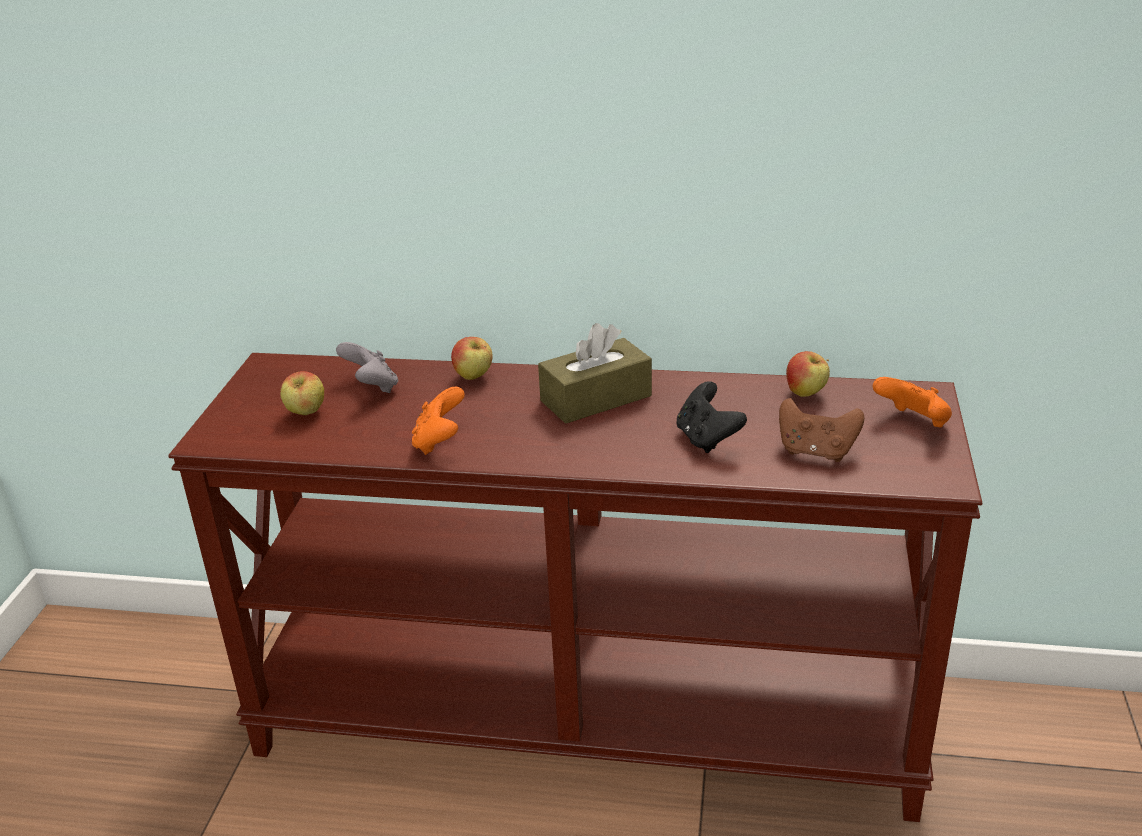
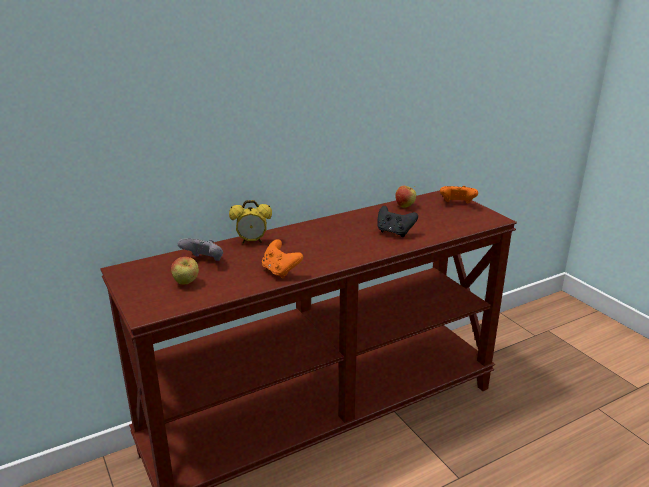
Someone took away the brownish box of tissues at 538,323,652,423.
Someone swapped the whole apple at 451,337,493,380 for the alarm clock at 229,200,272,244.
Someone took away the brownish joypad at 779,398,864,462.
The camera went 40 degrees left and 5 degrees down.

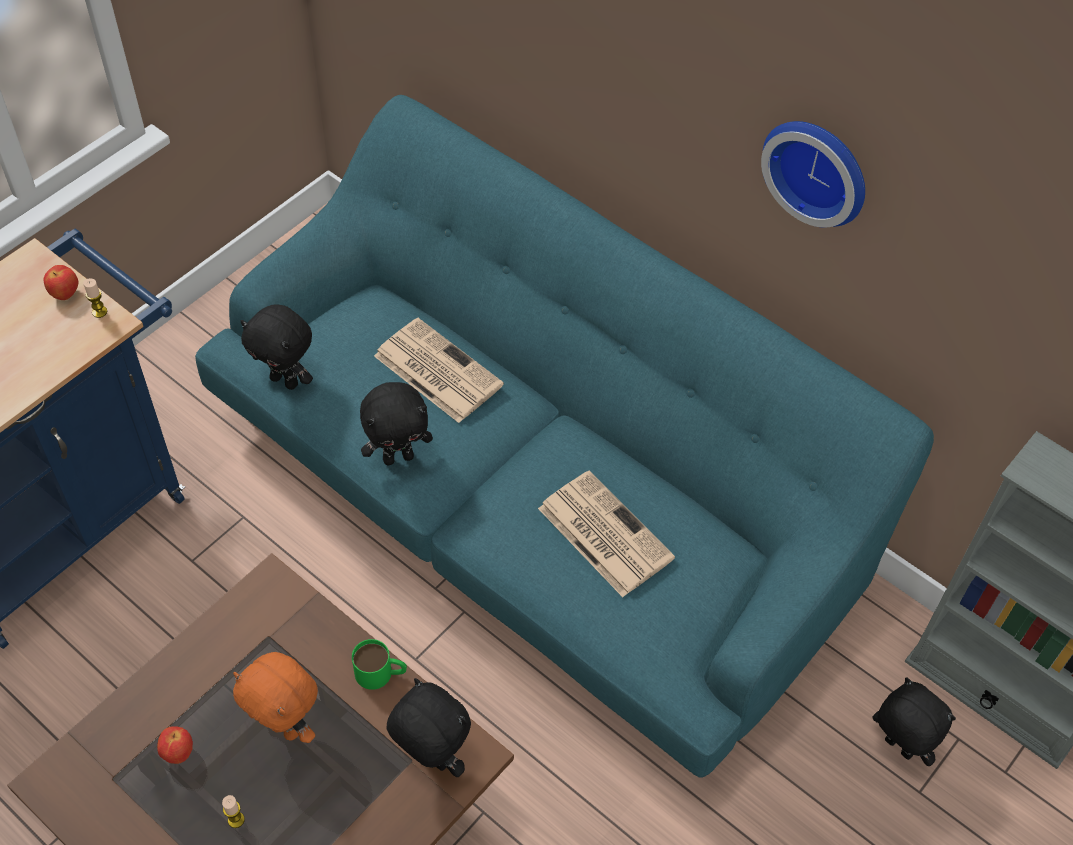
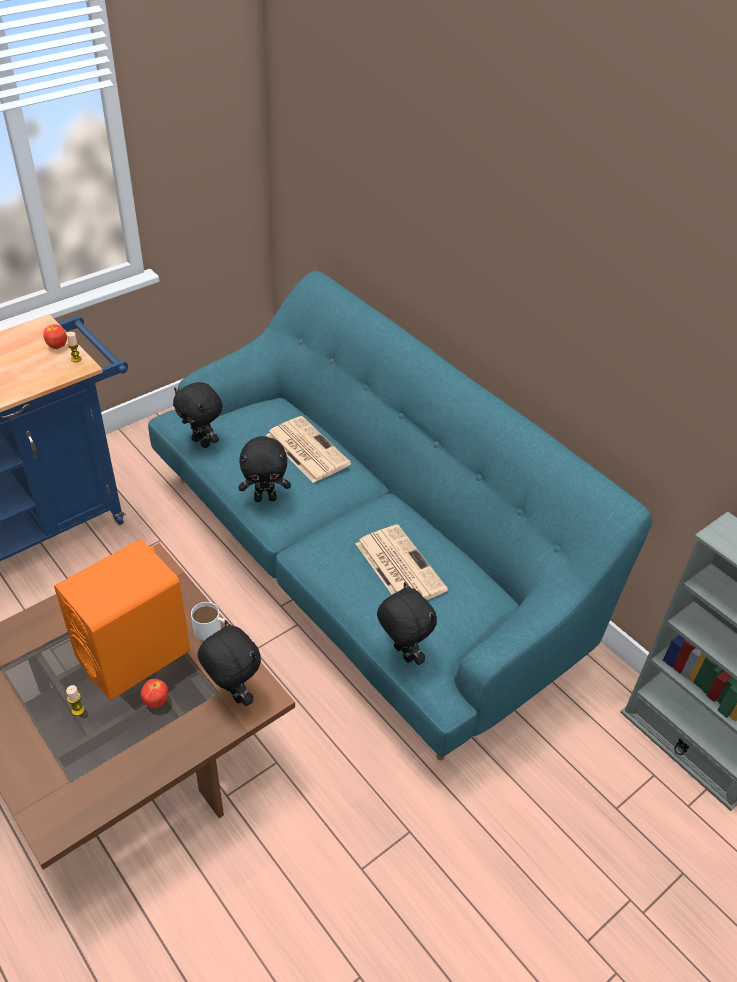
Someone took away the clock on the wall at 761,121,865,228.
Someone repainted the green-coloured tea mug at 352,639,407,690, which became the white-coloured tea mug at 191,602,230,641.
Someone swapped the orangey soft toy at 233,652,318,743 for the orangey audio speaker at 54,539,190,701.
Someone carried the black soft toy from 872,677,956,766 to 377,582,437,665.
Someone carried the whole apple from 157,726,193,764 to 141,679,168,708.
The camera went 10 degrees right and 10 degrees down.

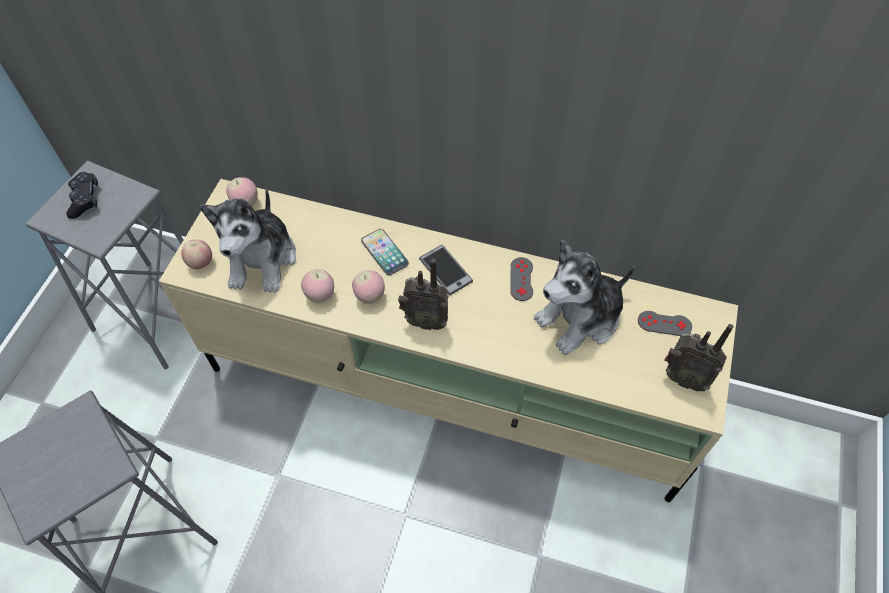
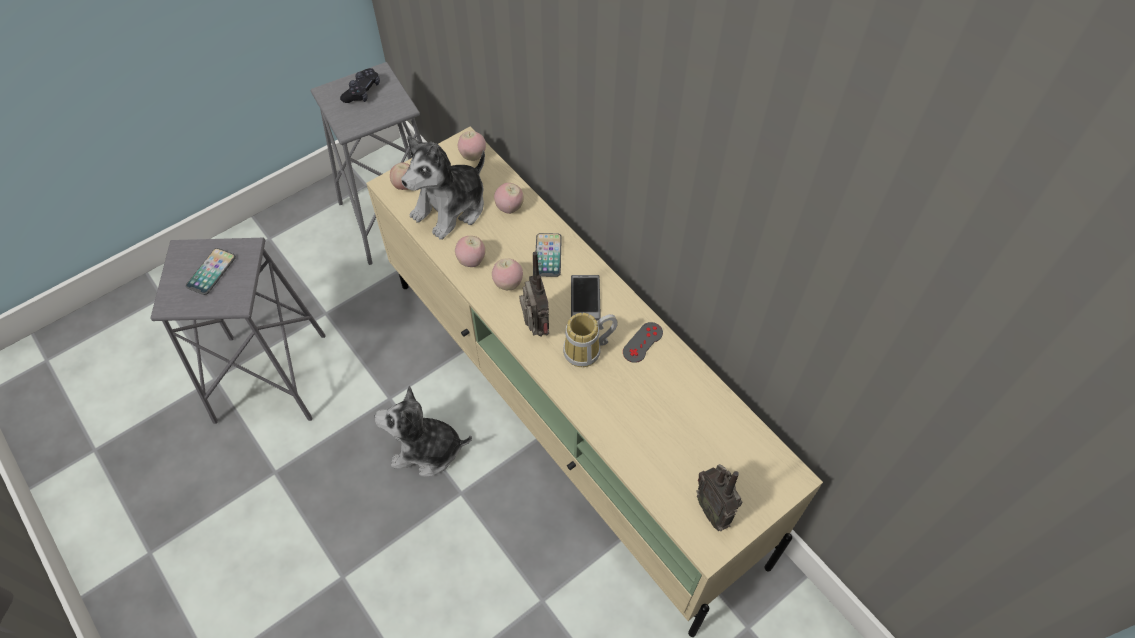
Someone carried the soft toy from 534,240,635,355 to 375,386,472,477.
Someone rotated the radio set at 398,259,449,330 by 150 degrees counterclockwise.
Someone took away the gray joypad at 638,311,692,336.
Someone put down the whole apple at 494,183,524,214.
Someone put down the handset at 186,248,236,295.
Someone put down the tea mug at 563,313,618,367.
The camera went 35 degrees right and 0 degrees up.

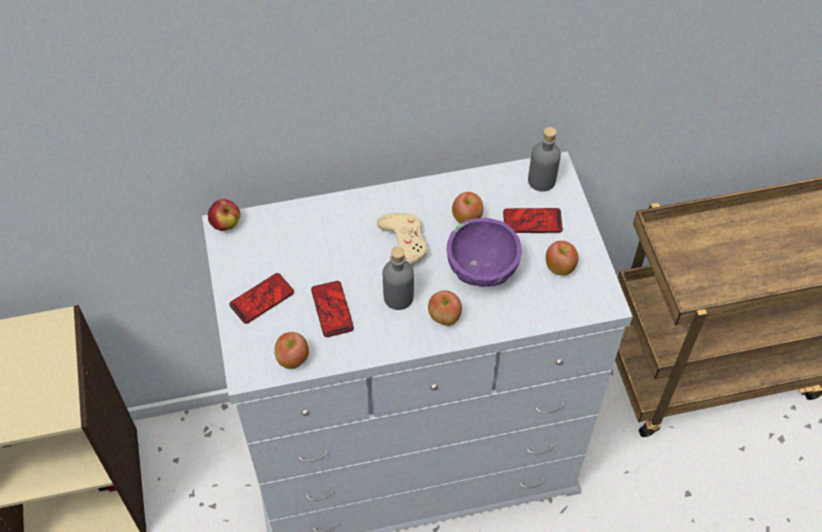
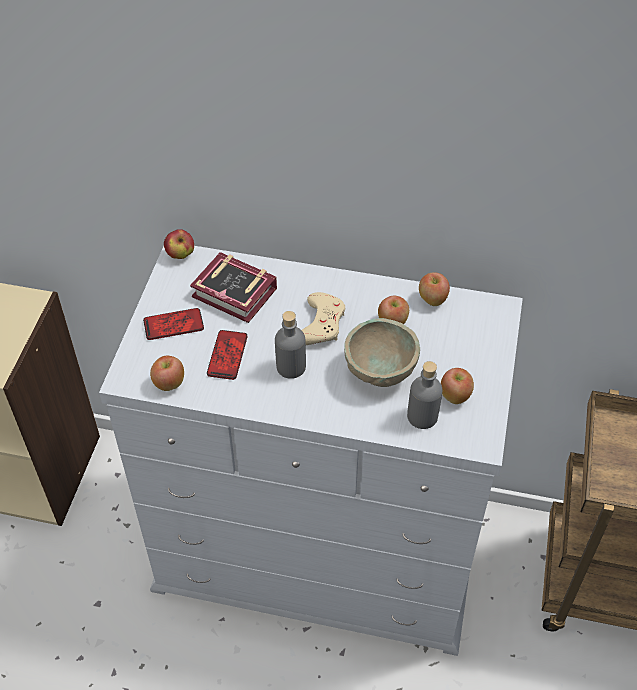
Someone carried the gray drink bottle from 528,127,561,192 to 407,361,443,429.
Someone took away the handset at 503,208,563,233.
Someone repainted the purplish serving bowl at 446,218,522,287, which became the sand-coloured serving bowl at 344,318,420,387.
Someone carried the whole apple from 428,290,462,326 to 419,272,450,306.
Someone put down the book at 190,252,277,323.
The camera went 25 degrees right and 5 degrees down.

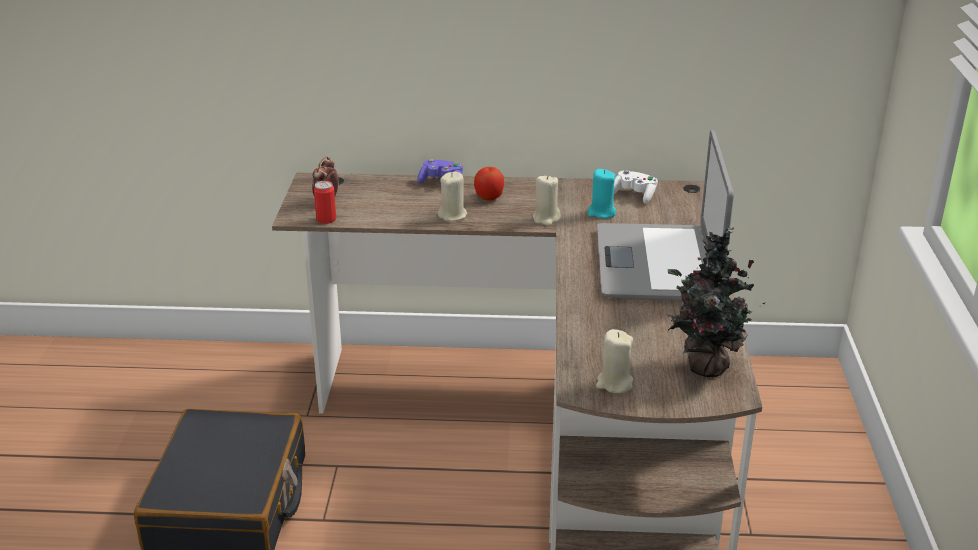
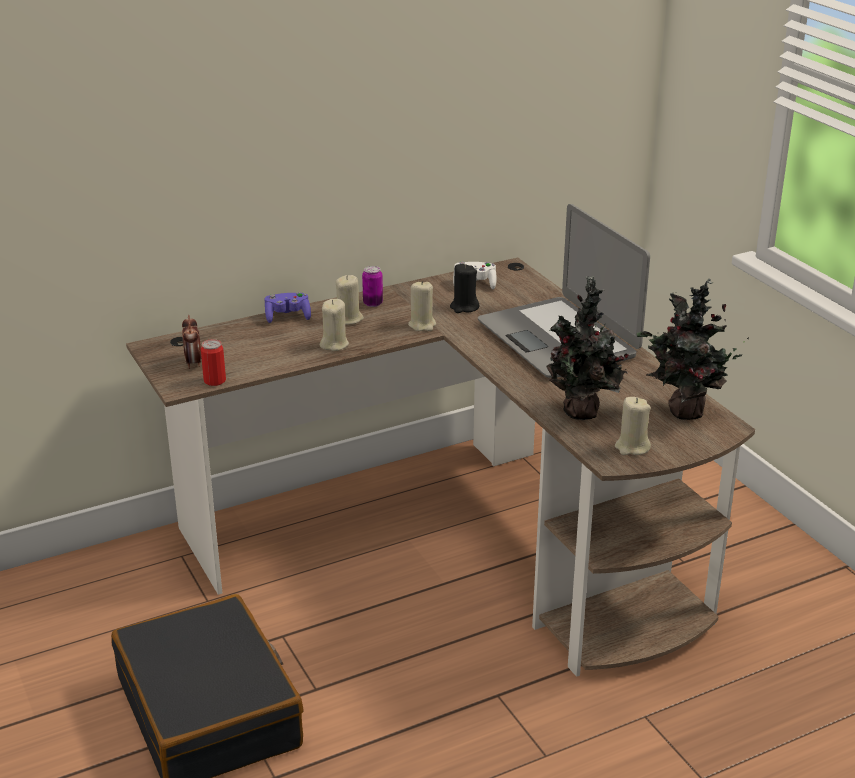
Someone swapped the whole apple at 474,167,504,201 for the sand-coloured wax candle at 336,275,364,325.
Someone repainted the turquoise wax candle at 588,169,616,219, which became the black wax candle at 450,264,479,313.
Someone put down the metal can at 362,266,383,307.
Someone put down the houseplant at 546,276,628,420.
The camera went 30 degrees left and 0 degrees up.

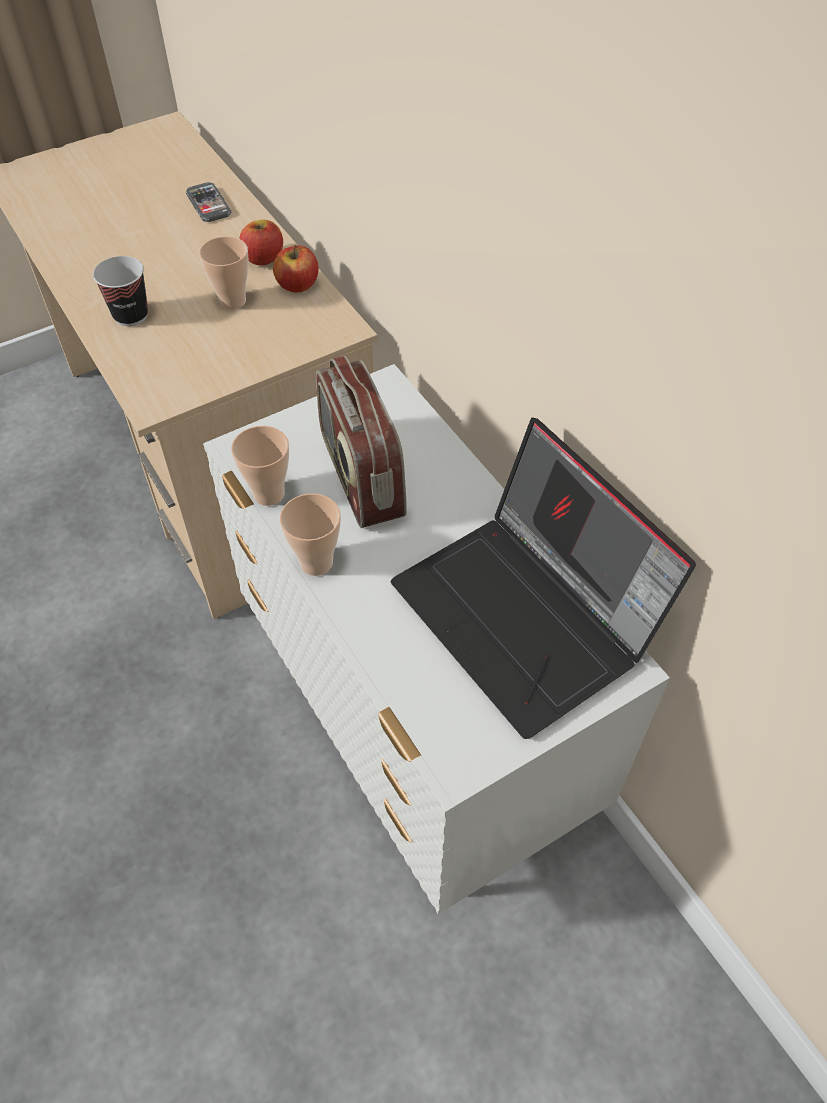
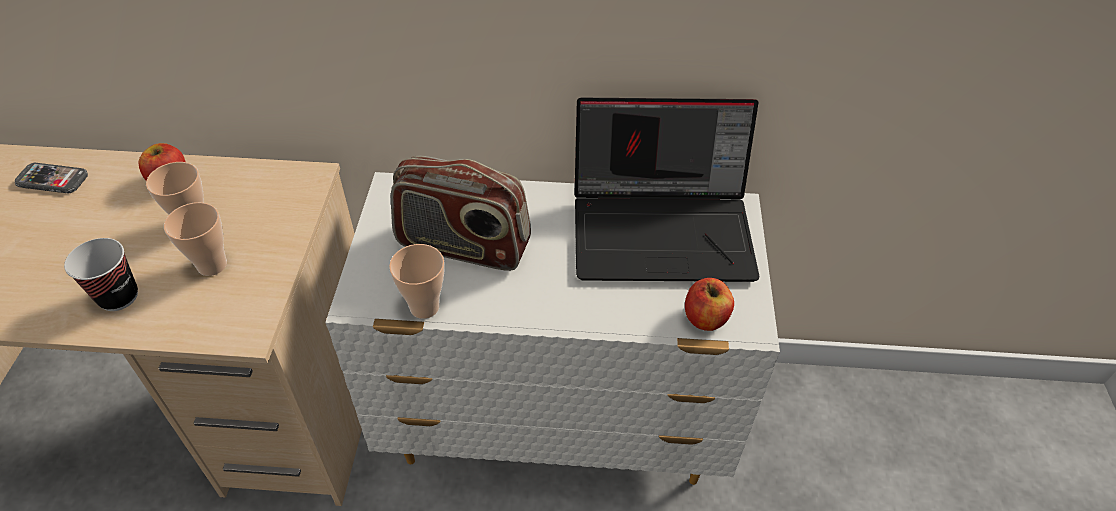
Someone carried the whole apple from 273,245,319,293 to 685,278,734,331.
Someone carried the small cup from 280,493,341,576 to 164,202,227,276.
The camera went 55 degrees left and 5 degrees down.

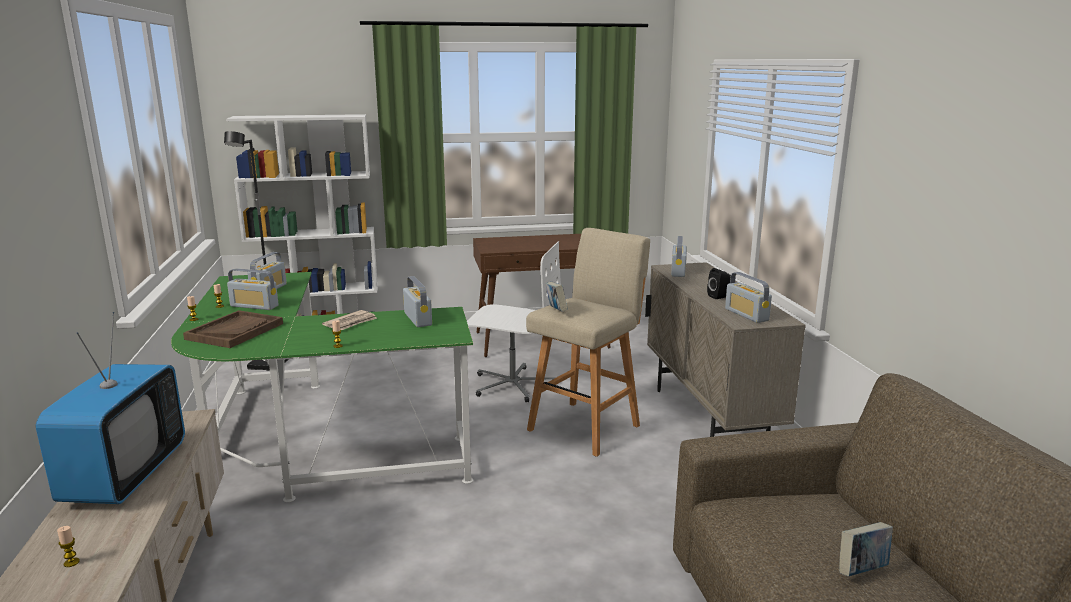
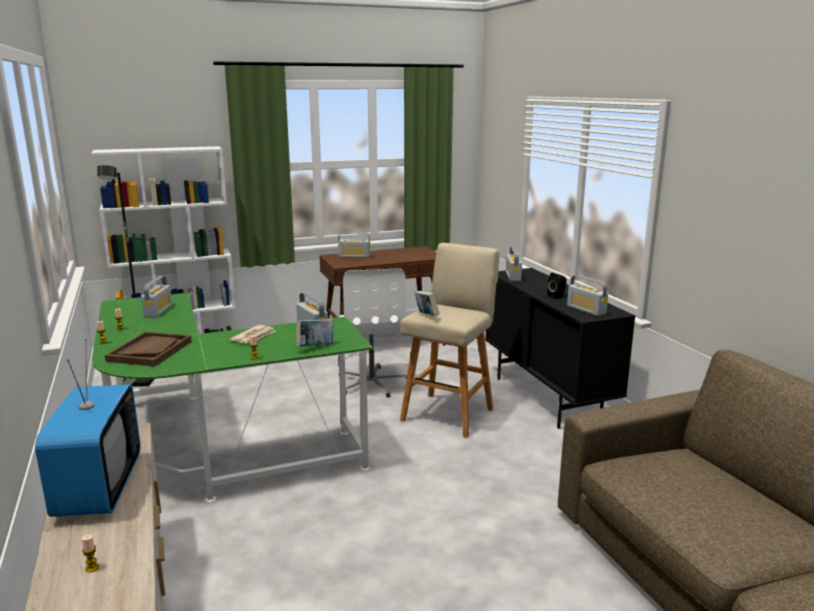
Someone rotated the white-coloured computer chair at 467,241,561,403 by 75 degrees clockwise.
Someone repainted the sand-coloured cabinet at 645,262,806,437, which became the black cabinet at 485,268,635,429.
Someone carried the radio set from 227,268,279,310 to 338,232,370,258.
Someone carried the book from 839,522,893,576 to 296,319,333,347.
The camera went 10 degrees left and 0 degrees up.

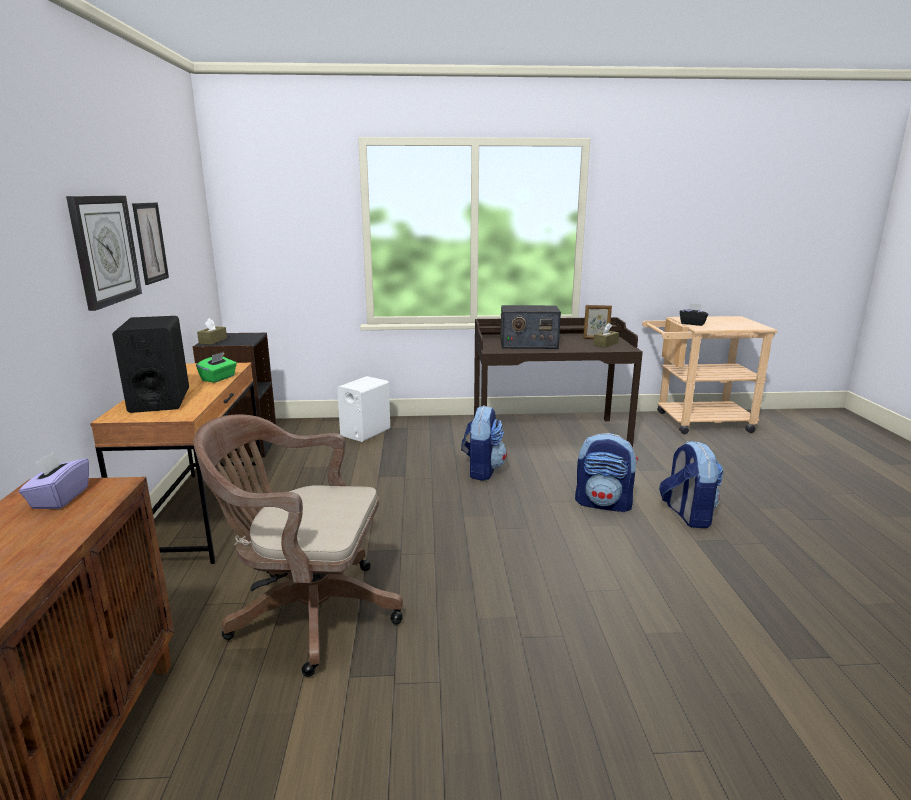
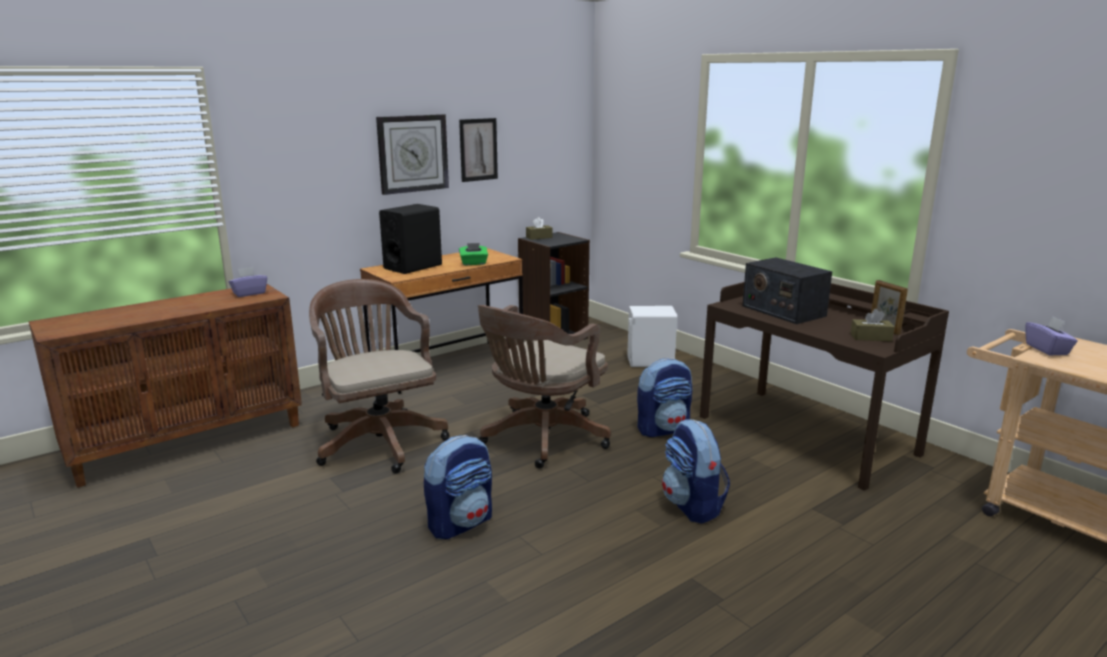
Someone repainted the black box of tissues at 680,303,709,326, which became the purplish box of tissues at 1026,316,1078,355.
Someone carried the rucksack from 659,440,724,528 to 424,435,492,539.
Someone put down the brownish computer chair at 478,305,611,469.
The camera went 55 degrees right and 0 degrees up.

